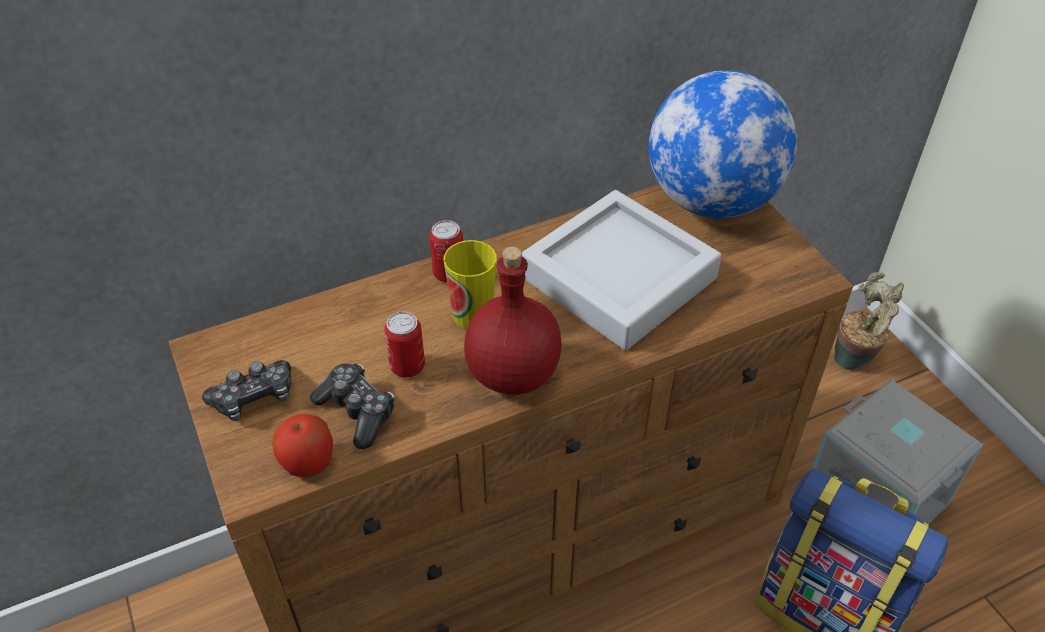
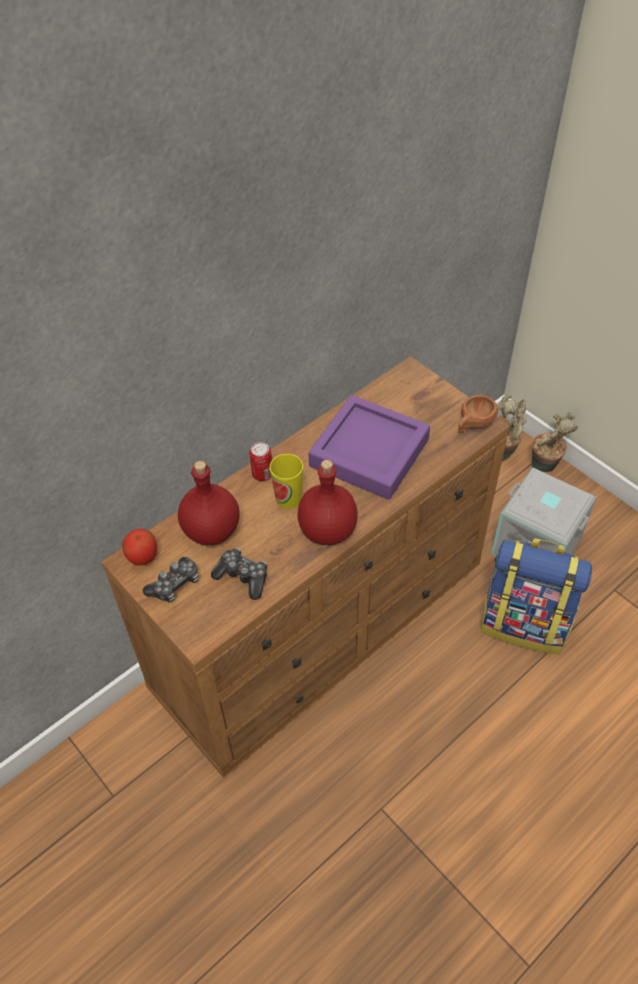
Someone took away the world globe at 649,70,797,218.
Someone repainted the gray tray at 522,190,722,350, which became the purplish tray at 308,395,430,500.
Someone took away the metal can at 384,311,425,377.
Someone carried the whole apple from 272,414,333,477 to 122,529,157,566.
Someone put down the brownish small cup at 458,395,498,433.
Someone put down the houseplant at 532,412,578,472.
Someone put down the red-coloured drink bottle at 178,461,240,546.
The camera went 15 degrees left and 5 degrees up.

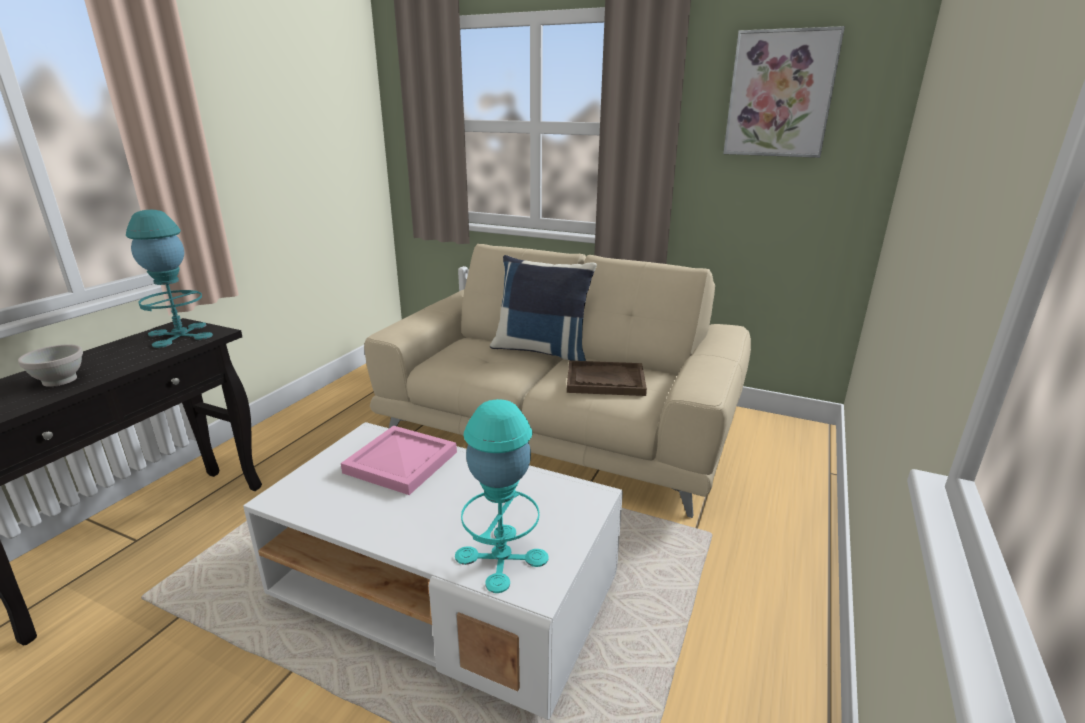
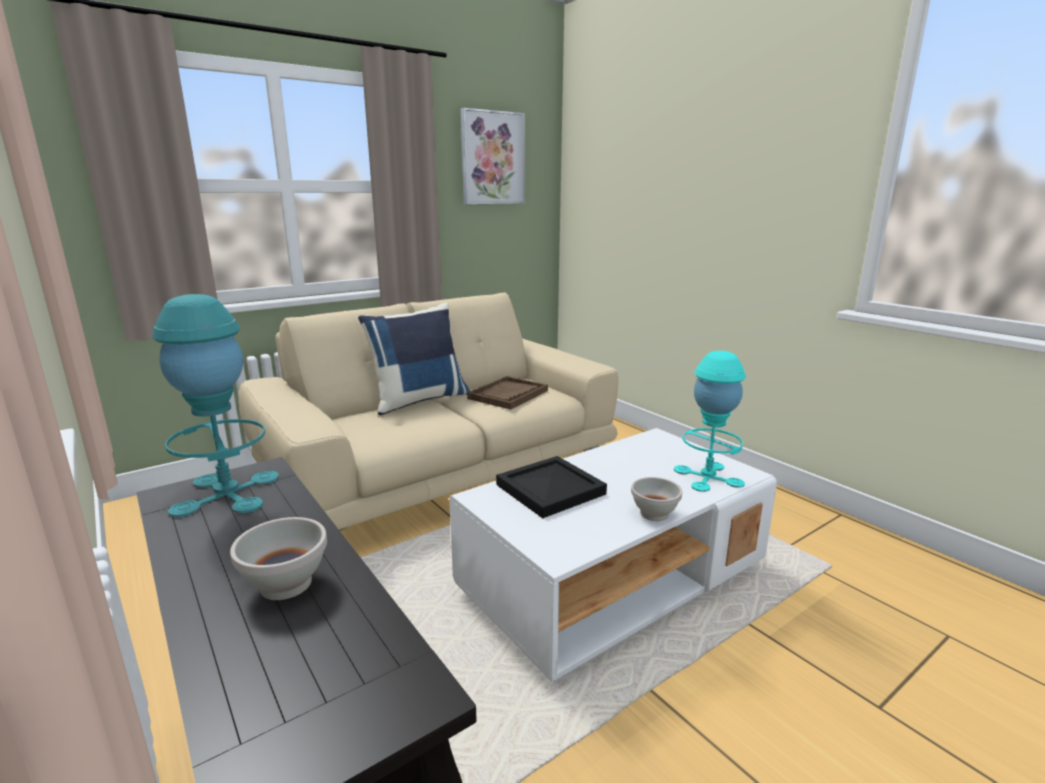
Someone repainted the pink tray at 341,426,457,495, which became the black tray at 496,456,607,518.
Someone put down the white-coloured serving bowl at 631,477,682,521.
The camera went 60 degrees left and 5 degrees down.

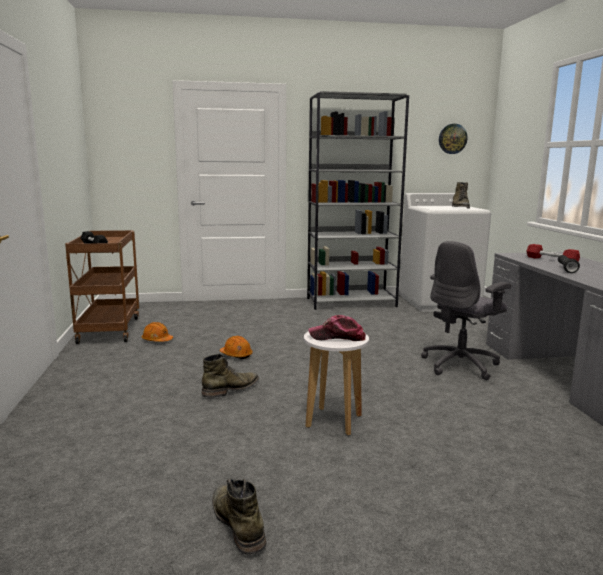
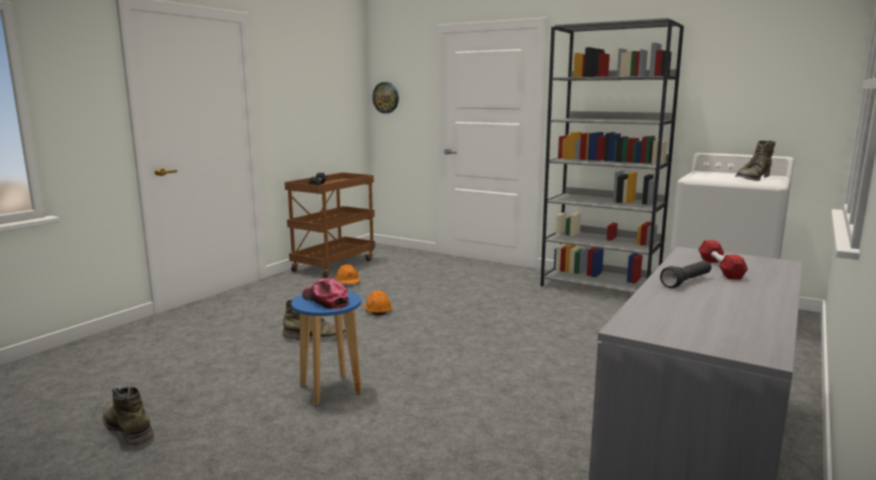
Someone carried the clock on the wall from 439,124,468,154 to 372,82,399,114.
Someone took away the gray computer chair at 421,241,512,380.
Someone repainted the white-coloured sitting stool at 304,331,369,436, which became the bluish sitting stool at 291,291,362,405.
Someone rotated the green-coloured tall boot at 212,479,266,555 by 60 degrees counterclockwise.
The camera went 40 degrees right and 0 degrees up.

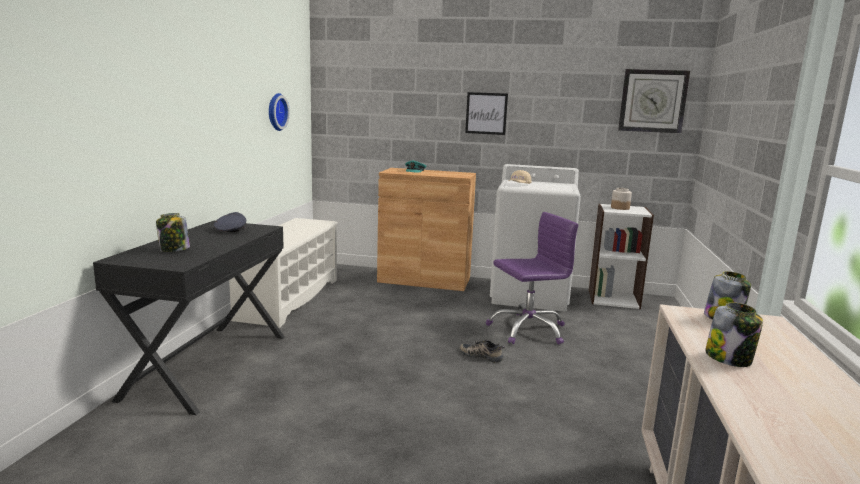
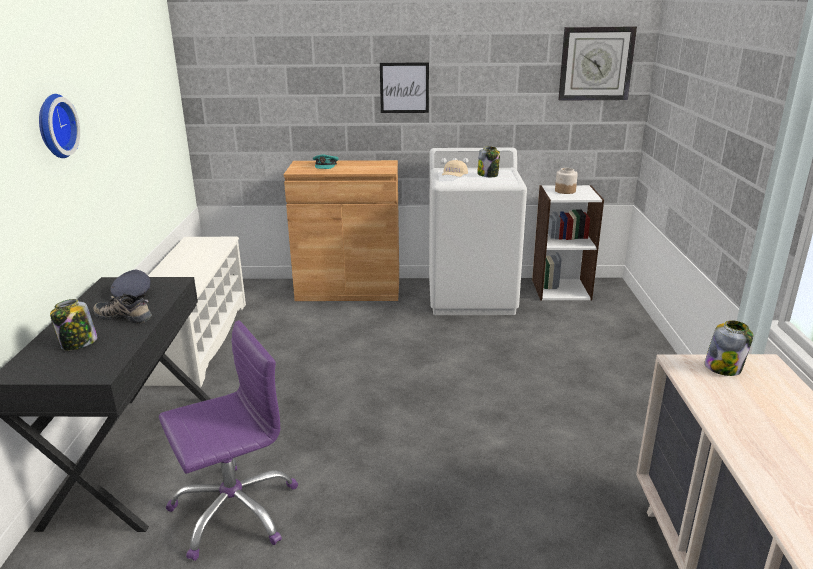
Someone carried the clock on the wall from 269,93,290,131 to 39,94,80,158.
Someone carried the purplish computer chair from 486,212,578,344 to 159,320,298,561.
Someone carried the jar from 705,302,763,367 to 477,146,500,177.
Someone carried the low shoe from 460,340,505,363 to 93,294,152,324.
The camera went 10 degrees left and 10 degrees up.

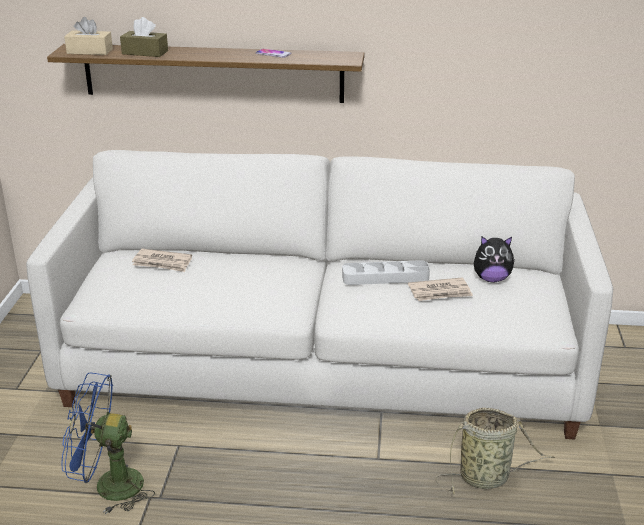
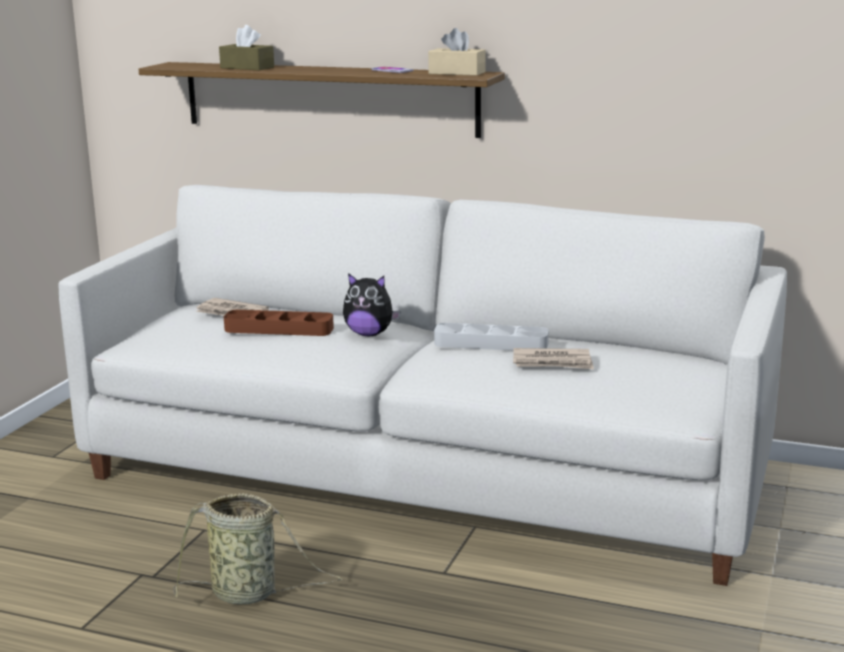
Someone carried the sand-coloured box of tissues from 64,17,113,55 to 428,28,486,76.
Someone carried the soft toy from 474,237,515,283 to 343,273,400,336.
Someone took away the bluish electric fan at 61,373,155,514.
Someone carried the storage basket from 435,407,555,494 to 173,493,343,604.
Someone put down the brownish tray at 224,310,334,336.
The camera went 15 degrees right and 10 degrees down.

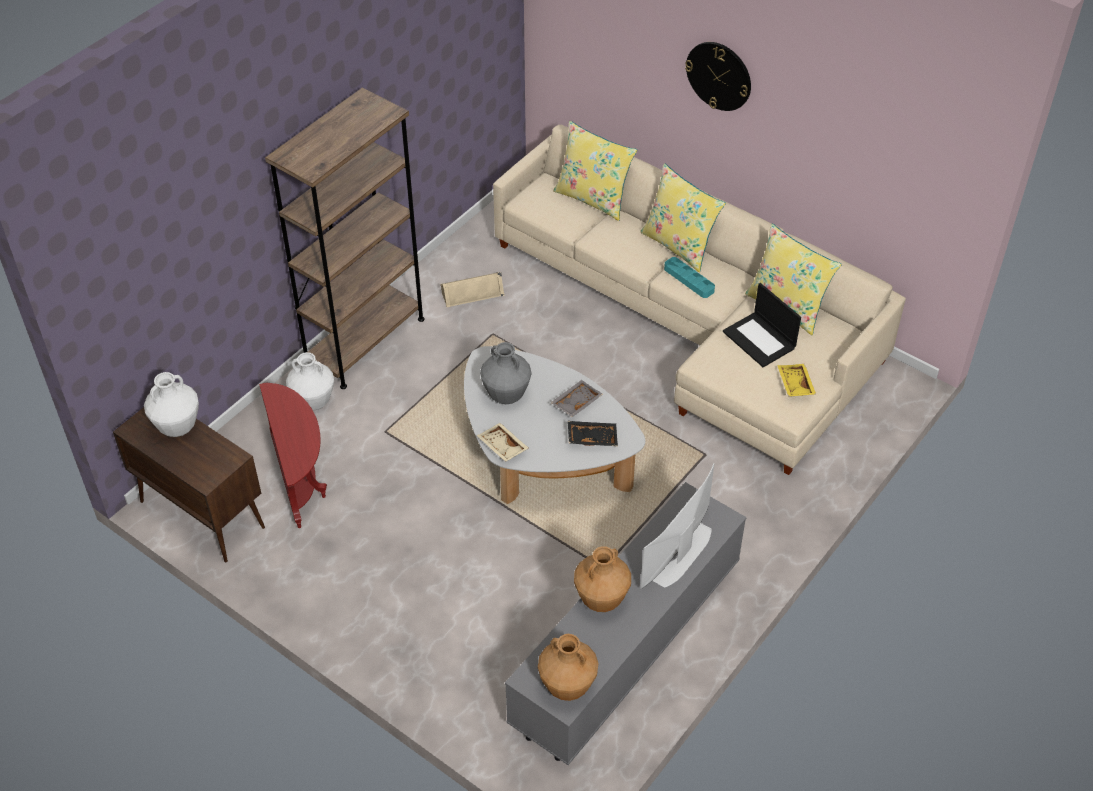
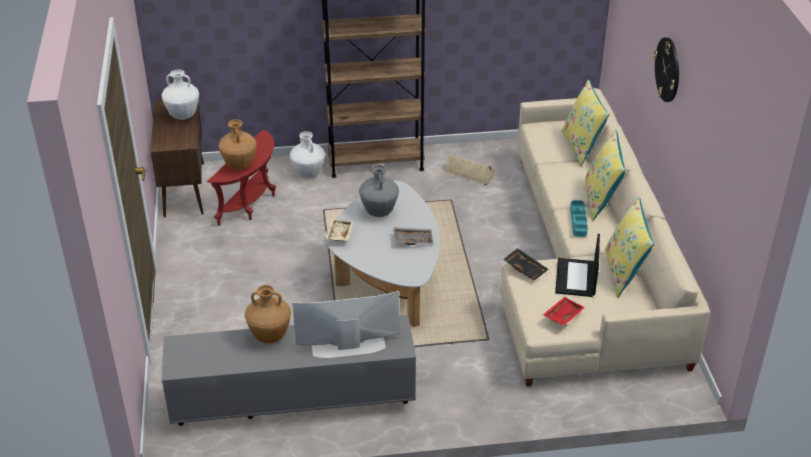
Someone repainted the yellow-coloured tray at 777,364,816,397, which became the red-coloured tray at 543,297,585,326.
Someone carried the black tray from 568,421,618,446 to 503,248,548,281.
Someone carried the brownish decorative vase from 538,634,598,701 to 218,119,257,170.
The camera went 45 degrees right and 10 degrees down.

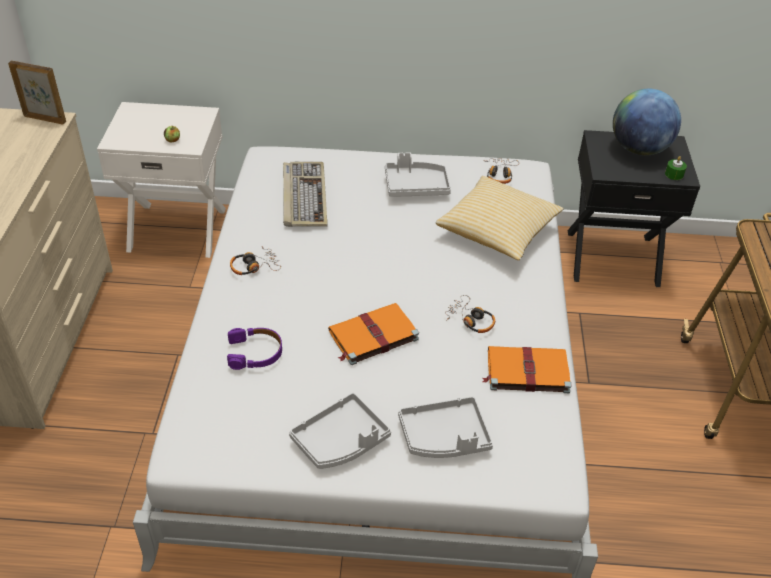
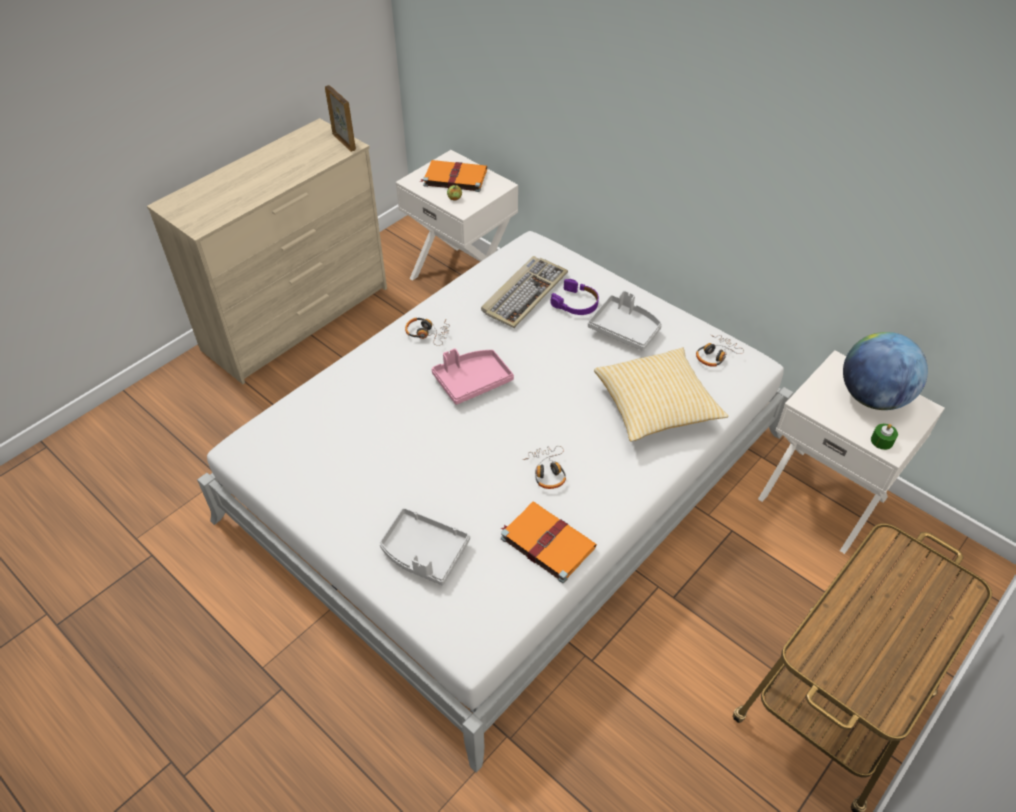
Someone repainted the black night table at 568,130,700,287, which became the white-coloured night table at 758,350,945,554.
Someone carried the orangey book from 328,303,419,365 to 419,160,487,192.
Someone carried the purplish headphones from 227,328,282,370 to 550,279,599,315.
Someone took away the gray tray at 289,393,391,469.
Someone put down the pink tray at 432,348,514,405.
The camera went 40 degrees right and 5 degrees up.

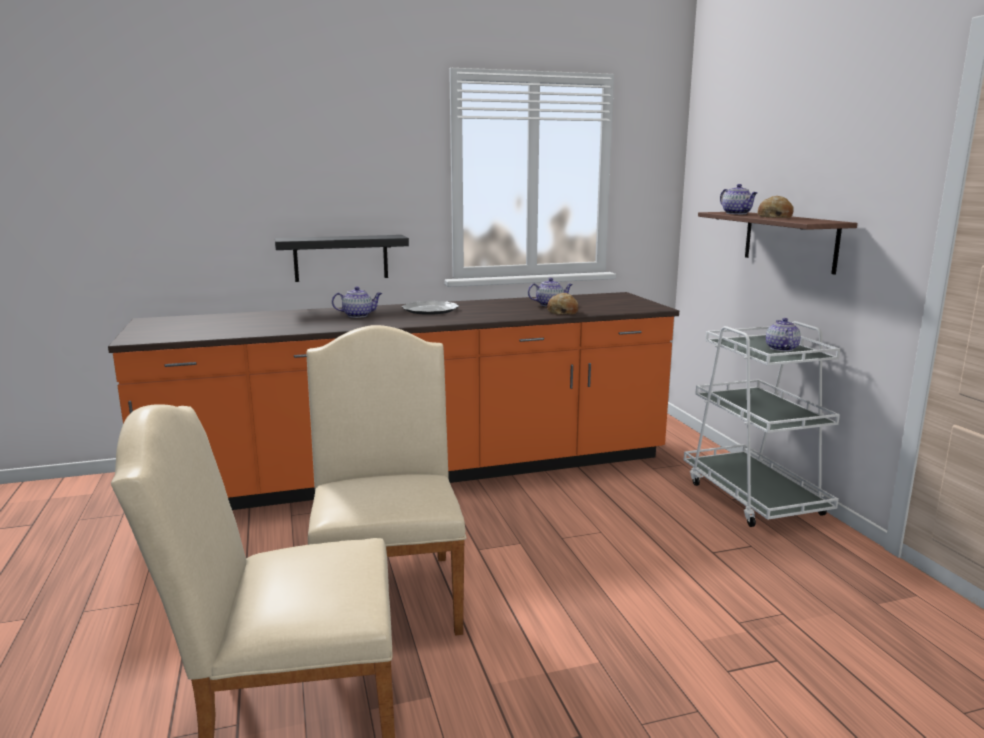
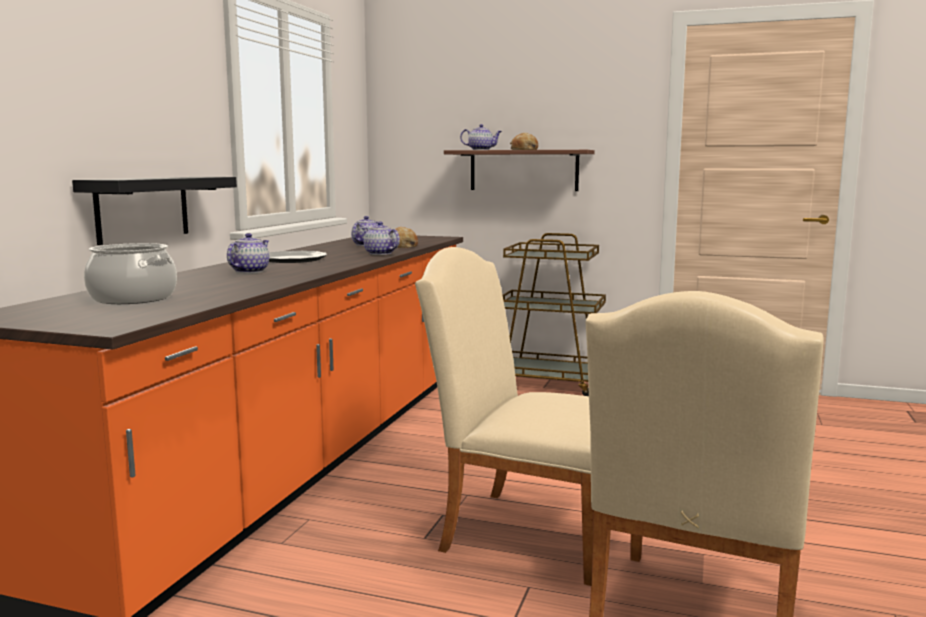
Someone carried the tea pot from 766,318,801,351 to 362,222,400,255.
Someone repainted the white-coloured wheeled cart at 684,321,840,527, which became the brownish wheeled cart at 503,233,606,396.
Someone put down the cooking pot at 84,243,177,304.
The camera went 55 degrees left and 5 degrees down.

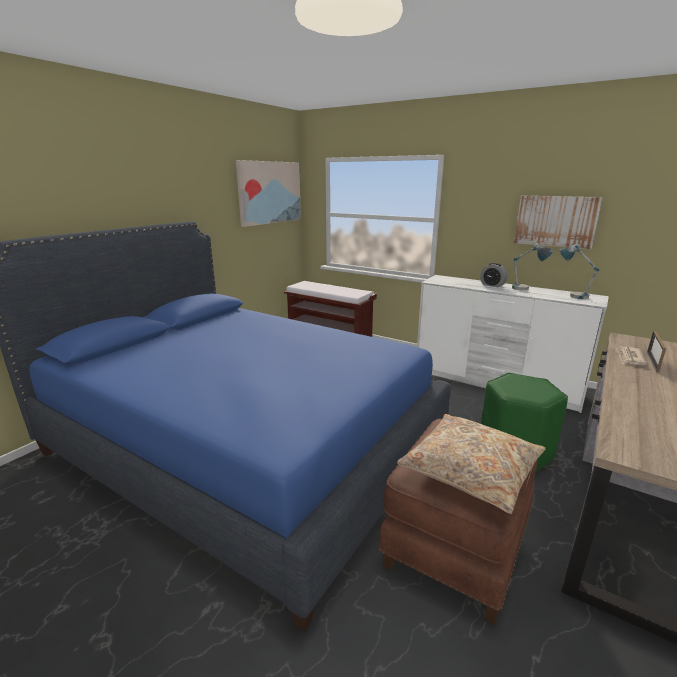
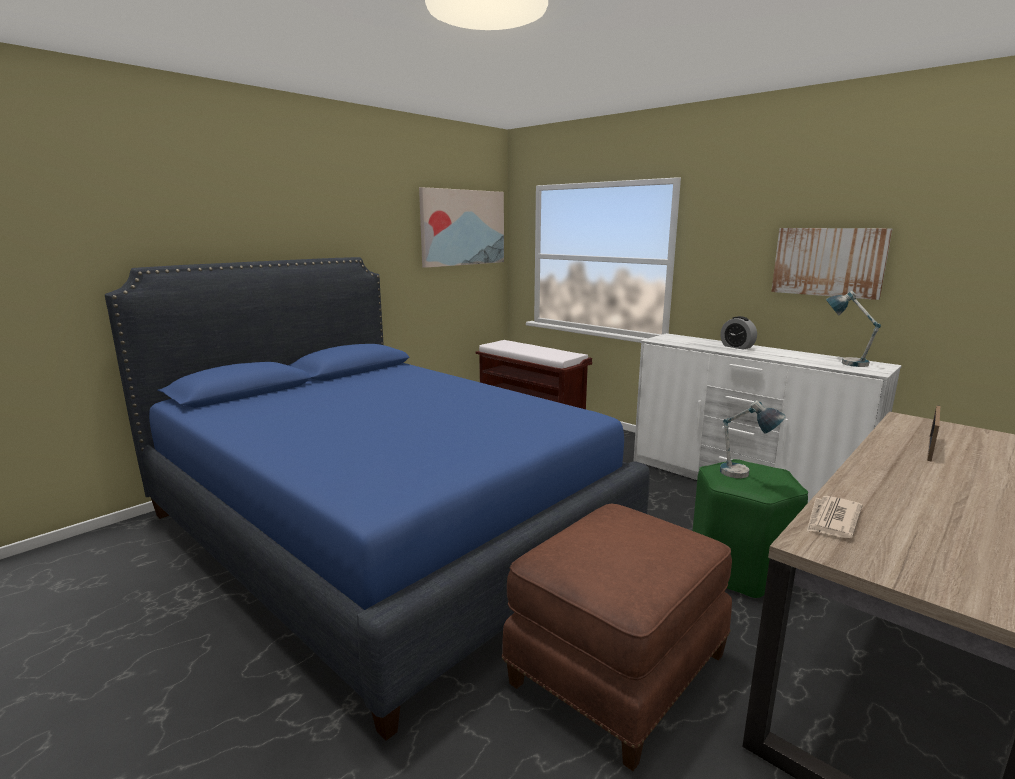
Someone carried the tabletop lamp from 512,243,553,290 to 720,401,786,478.
Someone carried the printed paper from 616,346,647,365 to 807,496,862,538.
Someone took away the sand-coloured cushion at 397,414,546,514.
The camera went 10 degrees right and 5 degrees down.

